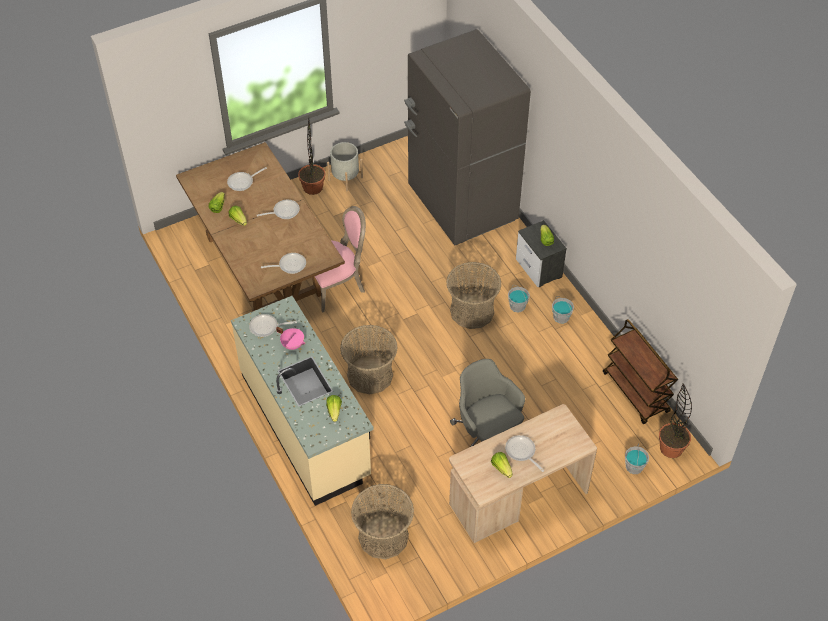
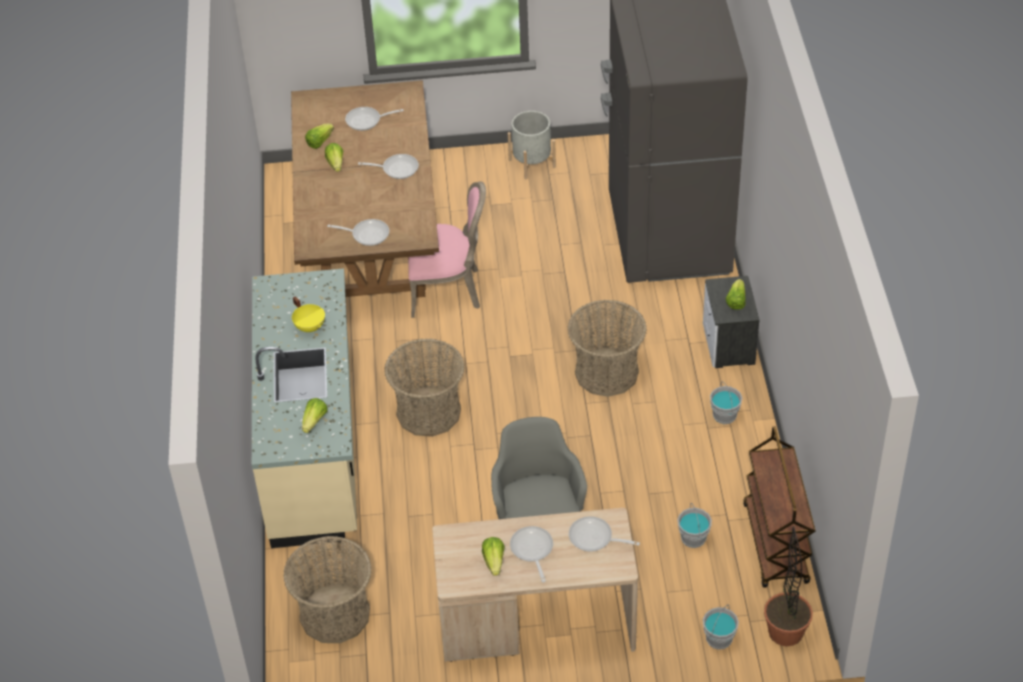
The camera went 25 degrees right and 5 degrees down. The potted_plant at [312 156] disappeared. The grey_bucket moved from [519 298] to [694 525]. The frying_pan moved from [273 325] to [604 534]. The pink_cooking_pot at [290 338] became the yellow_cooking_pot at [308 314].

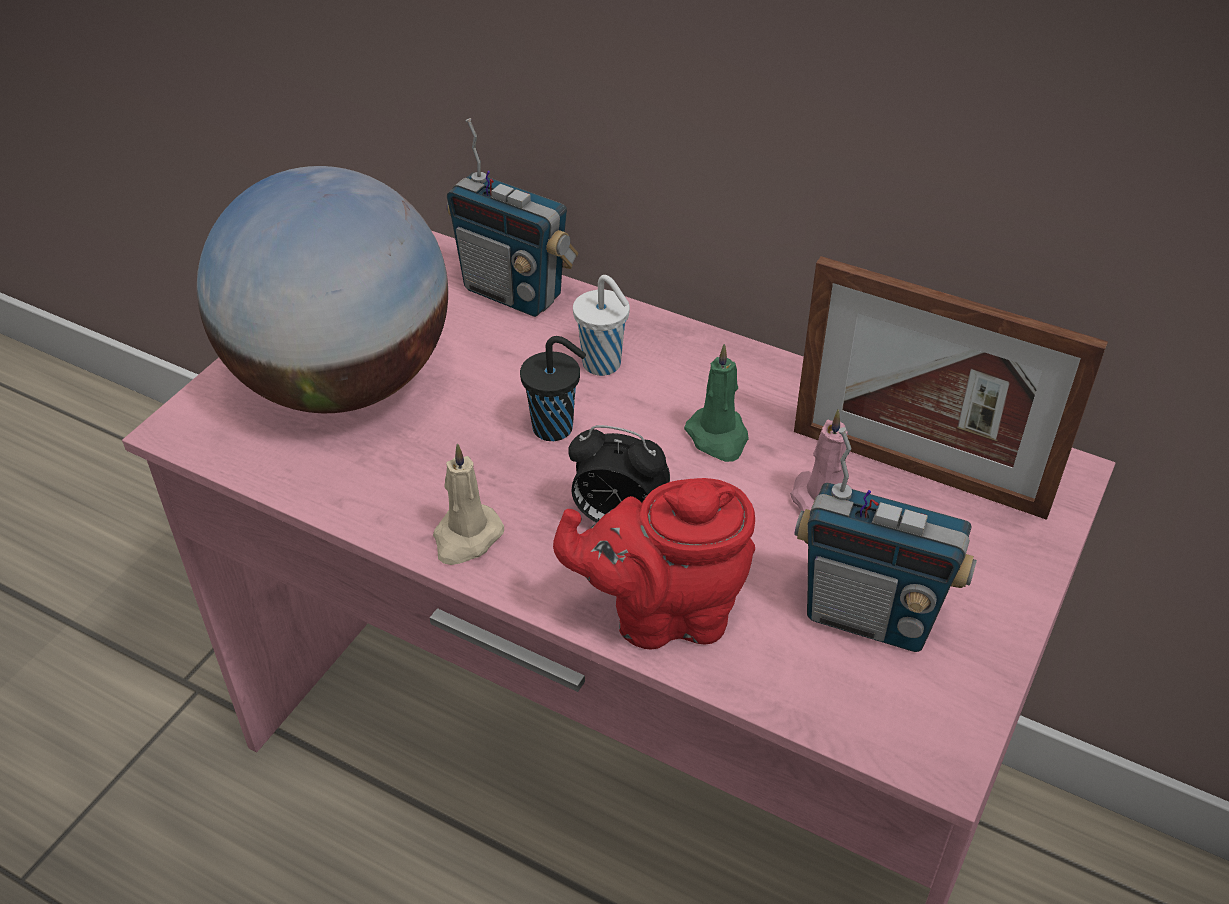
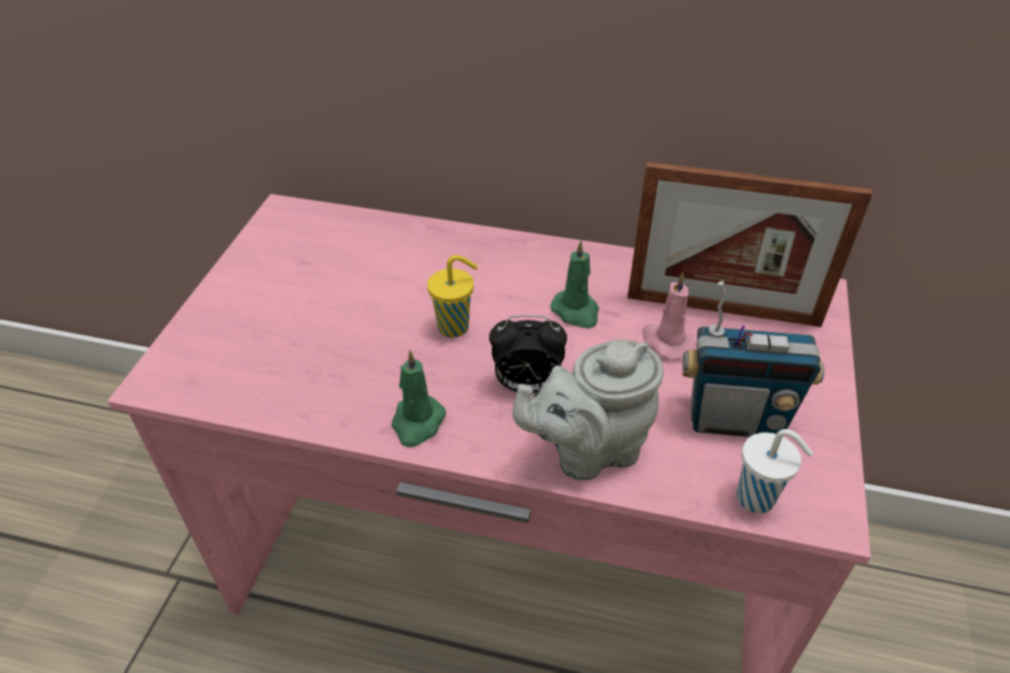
The camera went 15 degrees left and 0 degrees up. The radio at [512 217] disappeared. The globe at [322 289] disappeared. The white_cup moved from [601 325] to [775 471]. The black_cup at [553 388] became the yellow_cup at [452 296]. The beige_candle at [468 504] became the green_candle at [419 399]. The red_teapot at [654 564] became the grey_teapot at [588 410].

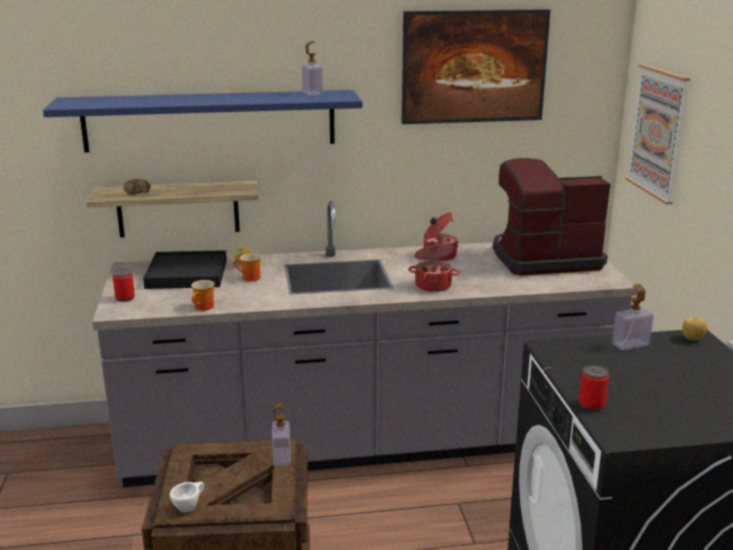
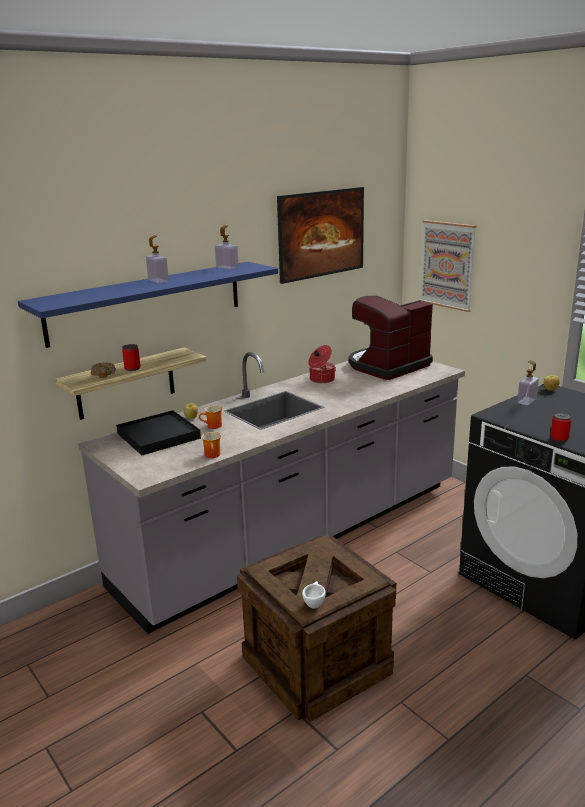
The camera went 30 degrees left and 0 degrees up. The cooking_pot at [434 267] disappeared. The can moved from [124 285] to [131 357]. The soap_dispenser moved from [281 434] to [157 259].

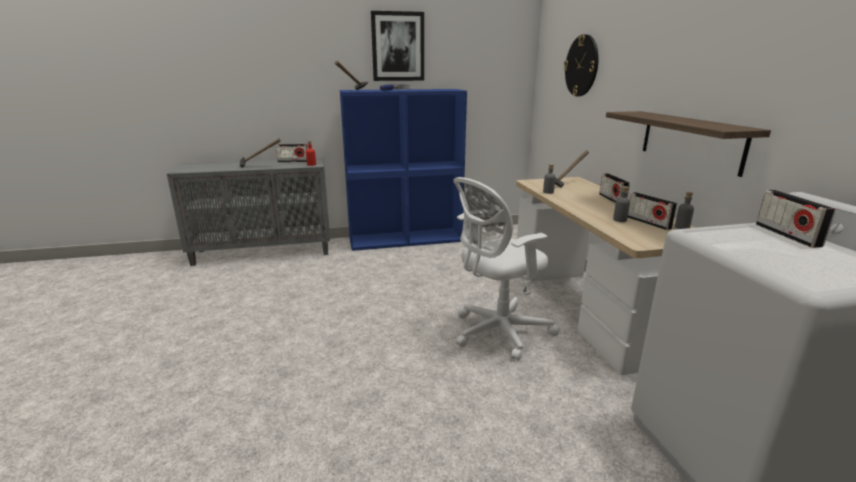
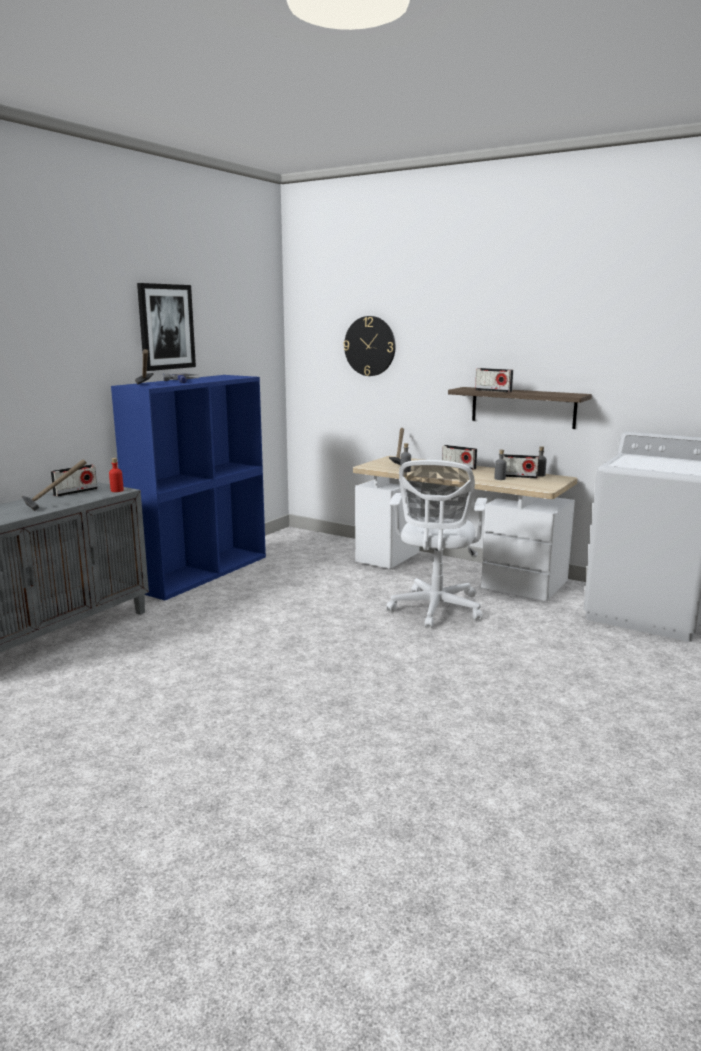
The camera went 45 degrees left and 5 degrees down. The radio moved from [796 219] to [494 380].

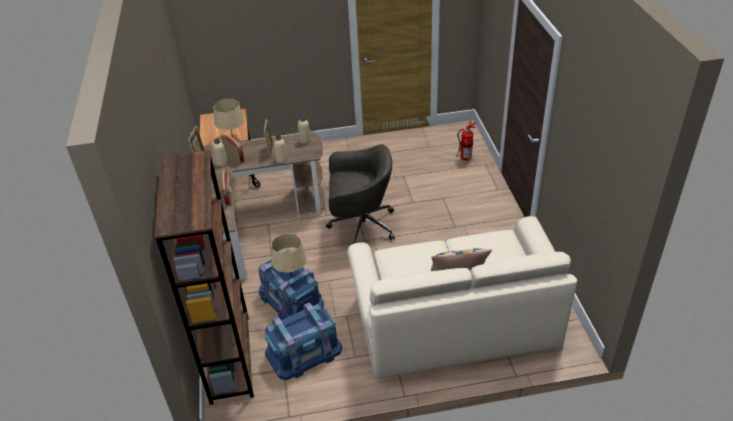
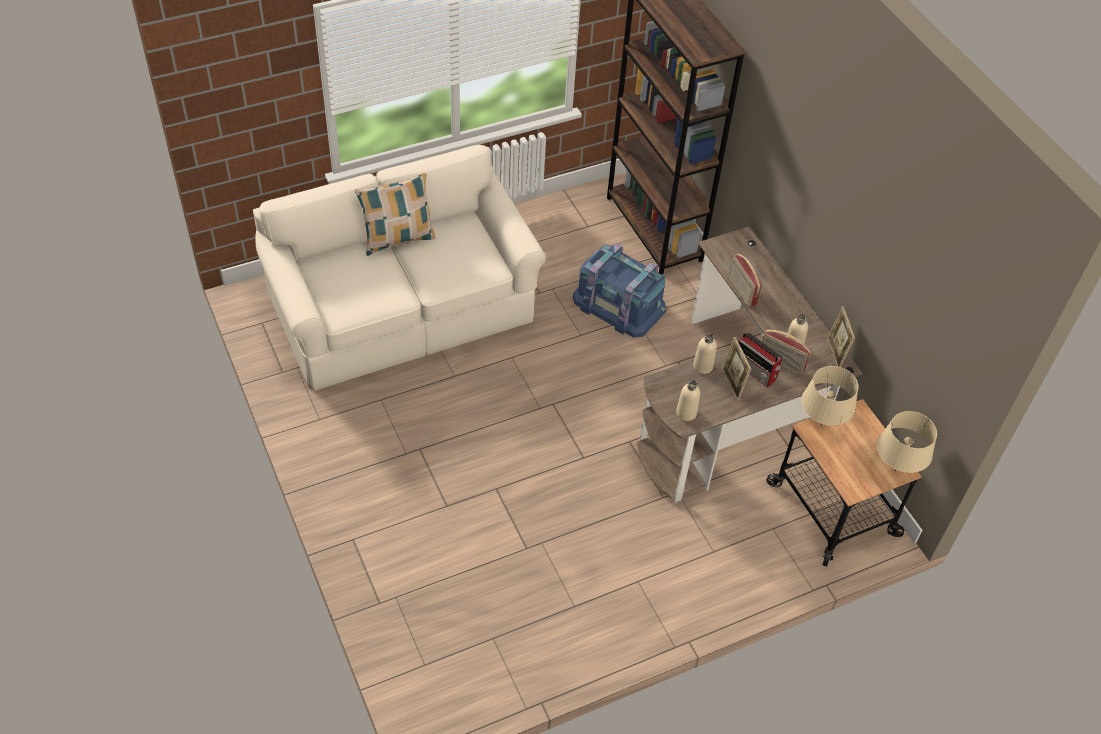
The camera went 160 degrees right and 10 degrees up. The fire_extinguisher at [466 141] disappeared. The grey_office_chair at [360 194] disappeared. The beige_table_lamp moved from [289 254] to [907 442]. The blue_storage_box at [303 341] disappeared. The radio at [760 360] appeared.

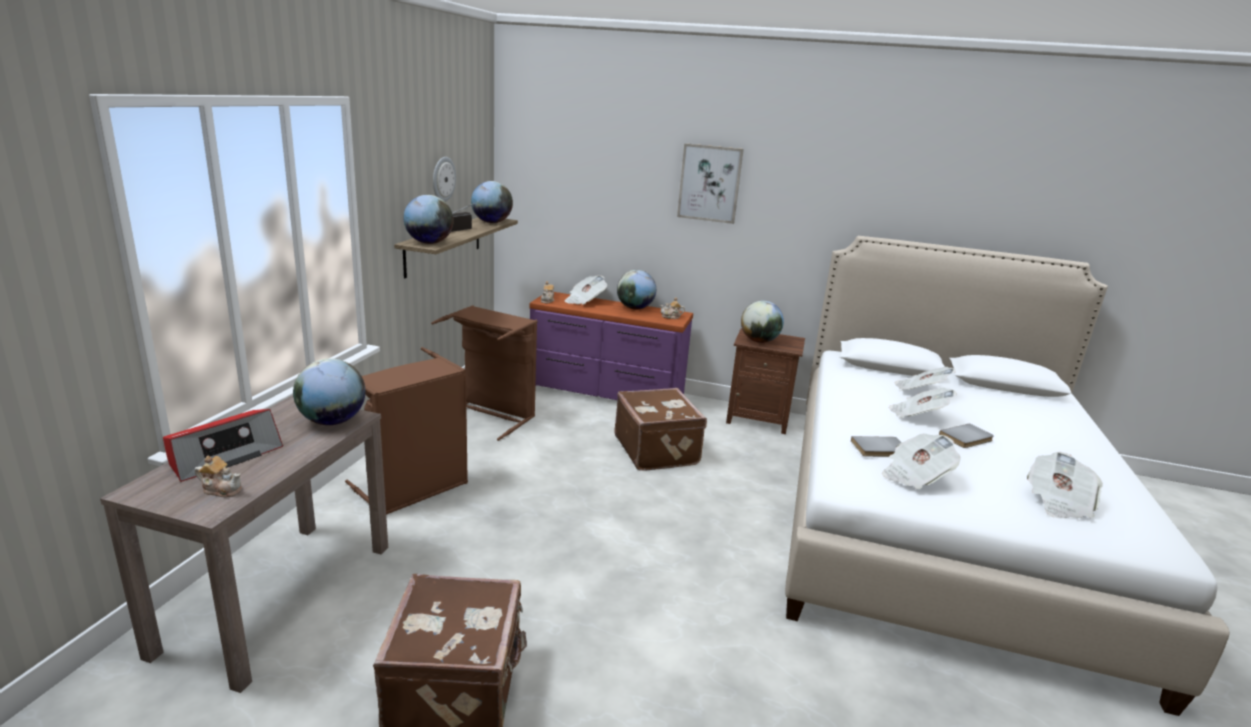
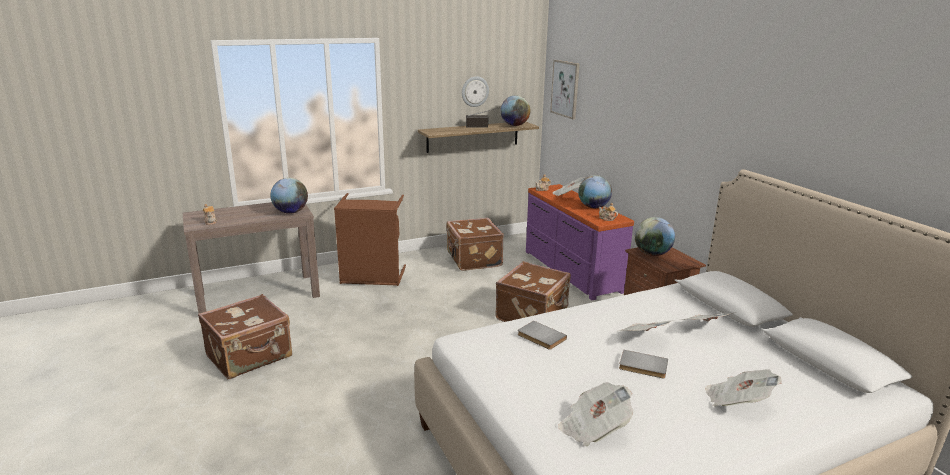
The camera went 50 degrees right and 0 degrees up. The picture moved from [710 183] to [565 90]. The globe at [429 219] disappeared. The brown_laundry_basket at [484 373] was replaced by the brown_suitcase at [475 244]. The radio at [223 445] disappeared. The newspaper moved from [921 461] to [743 388].

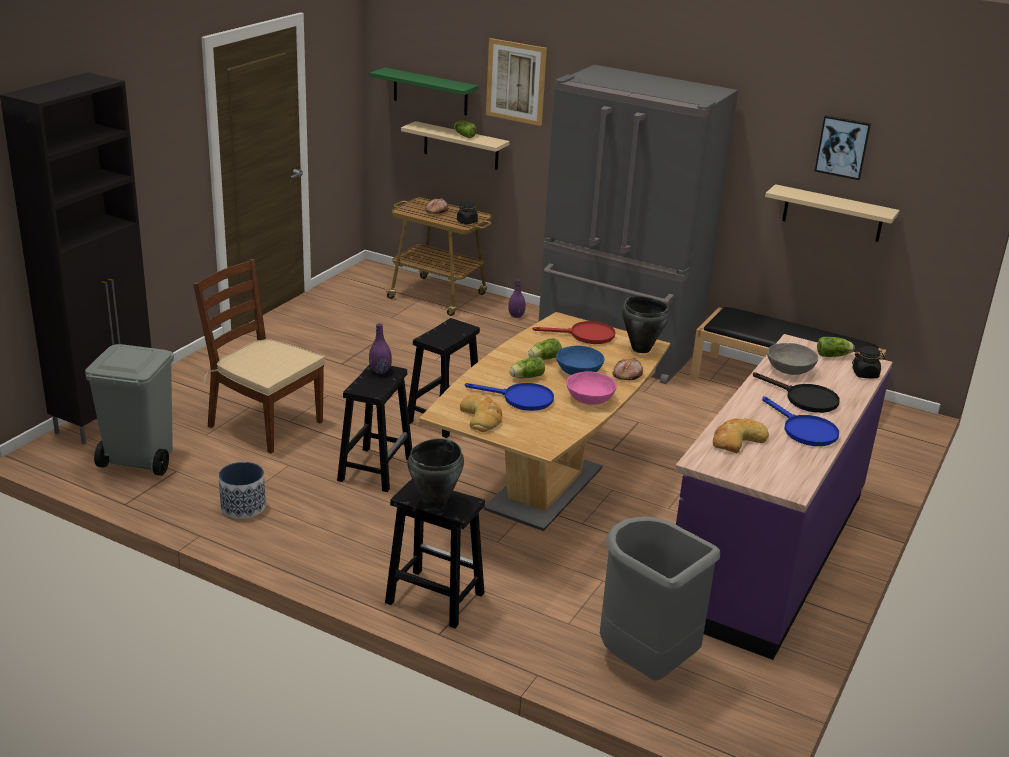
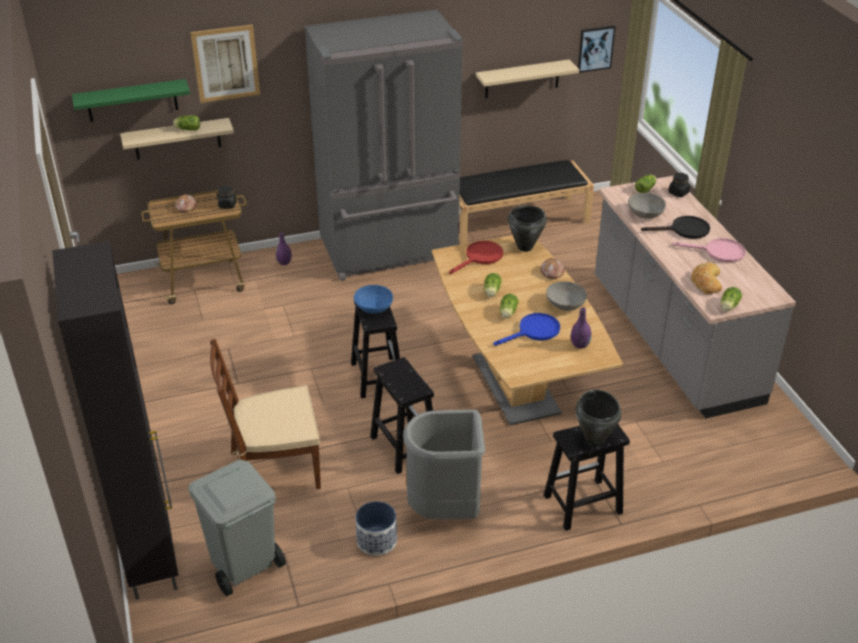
The camera went 45 degrees left and 10 degrees up. The picture moved from [843 147] to [596 49]. The purple_vase moved from [380 348] to [581 328]. The purple_counter at [783 497] became the grey_counter at [695 297]. The blue_bowl moved from [580 360] to [373 299]. The pink_bowl at [592 388] became the grey_bowl at [566 296]. The bread at [481 413] disappeared. The blue_frying_pan at [800 421] became the pink_frying_pan at [709 250]. The grey_trash_can moved from [660 599] to [444 464]. The lettuce at [731 299] appeared.

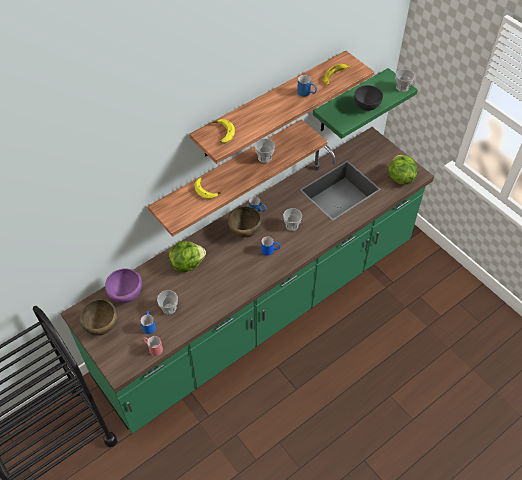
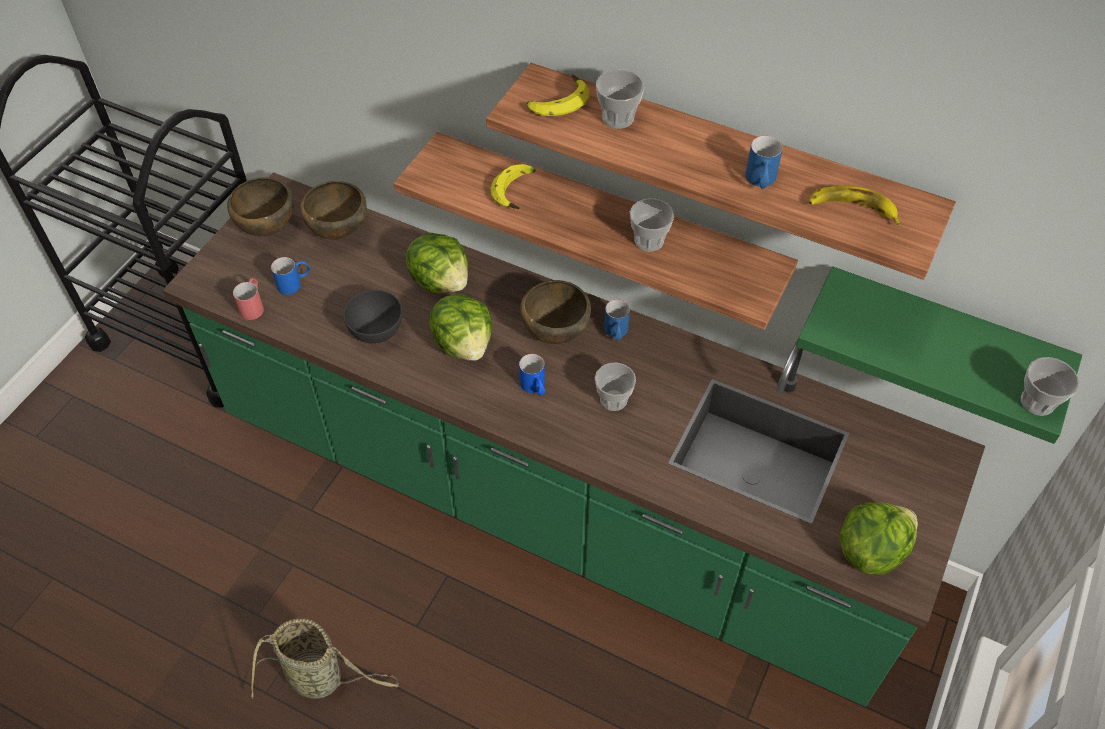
The camera went 65 degrees right and 0 degrees up. The grey_bowl moved from [368 98] to [372 317]. The purple_bowl at [123 285] became the brown_bowl at [333 210]. The cup moved from [167 302] to [620 99]. The lettuce at [460 327] appeared. The basket at [325 658] appeared.

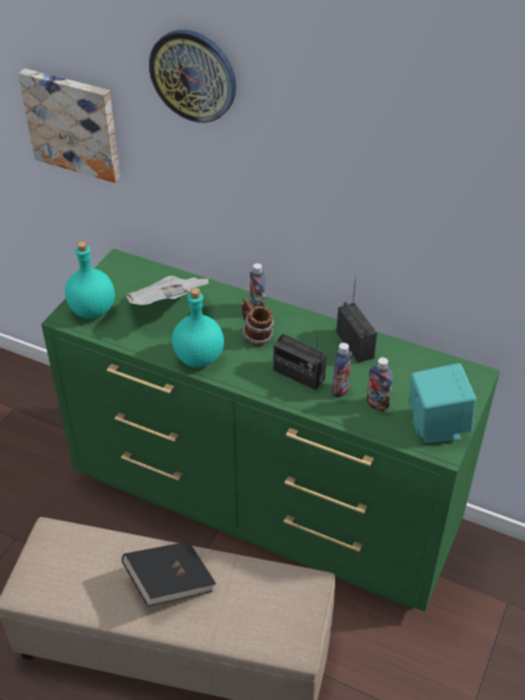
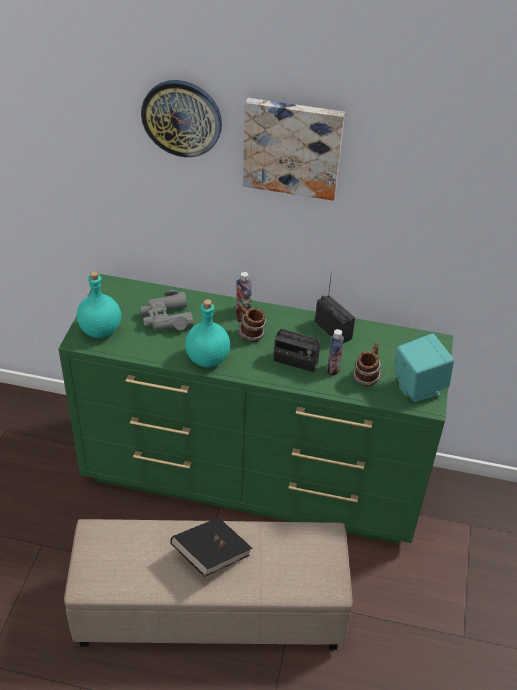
The camera went 15 degrees left and 0 degrees up. The picture moved from [69 126] to [294 149]. The newspaper at [168 290] was replaced by the grey_binoculars at [167 310]. The bottle at [380 384] was replaced by the mug at [367 364].

